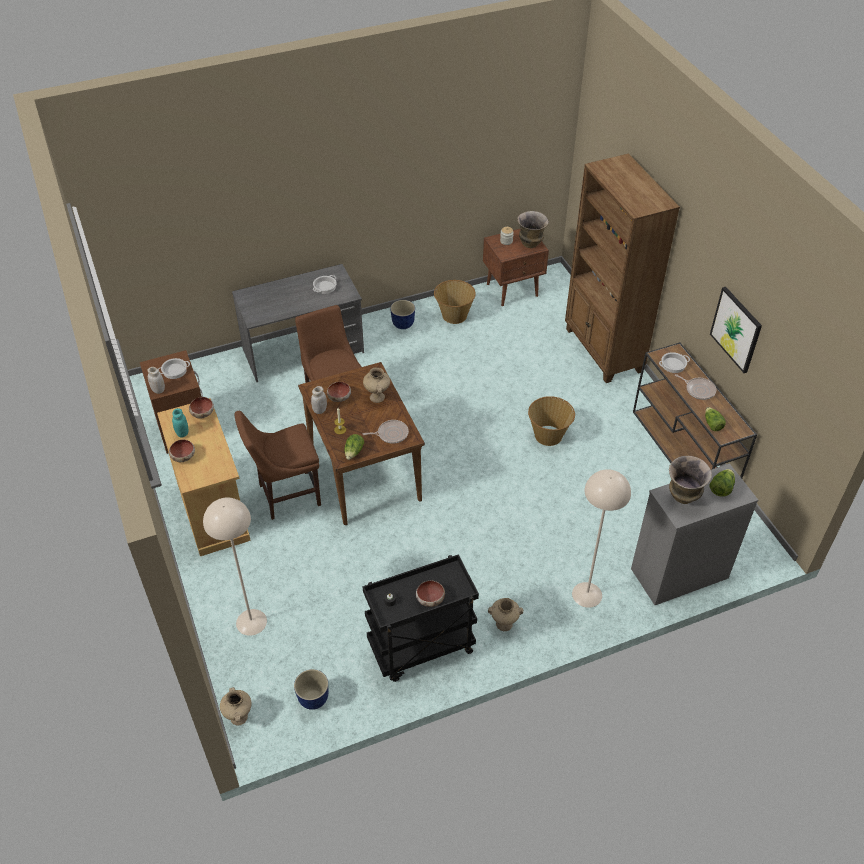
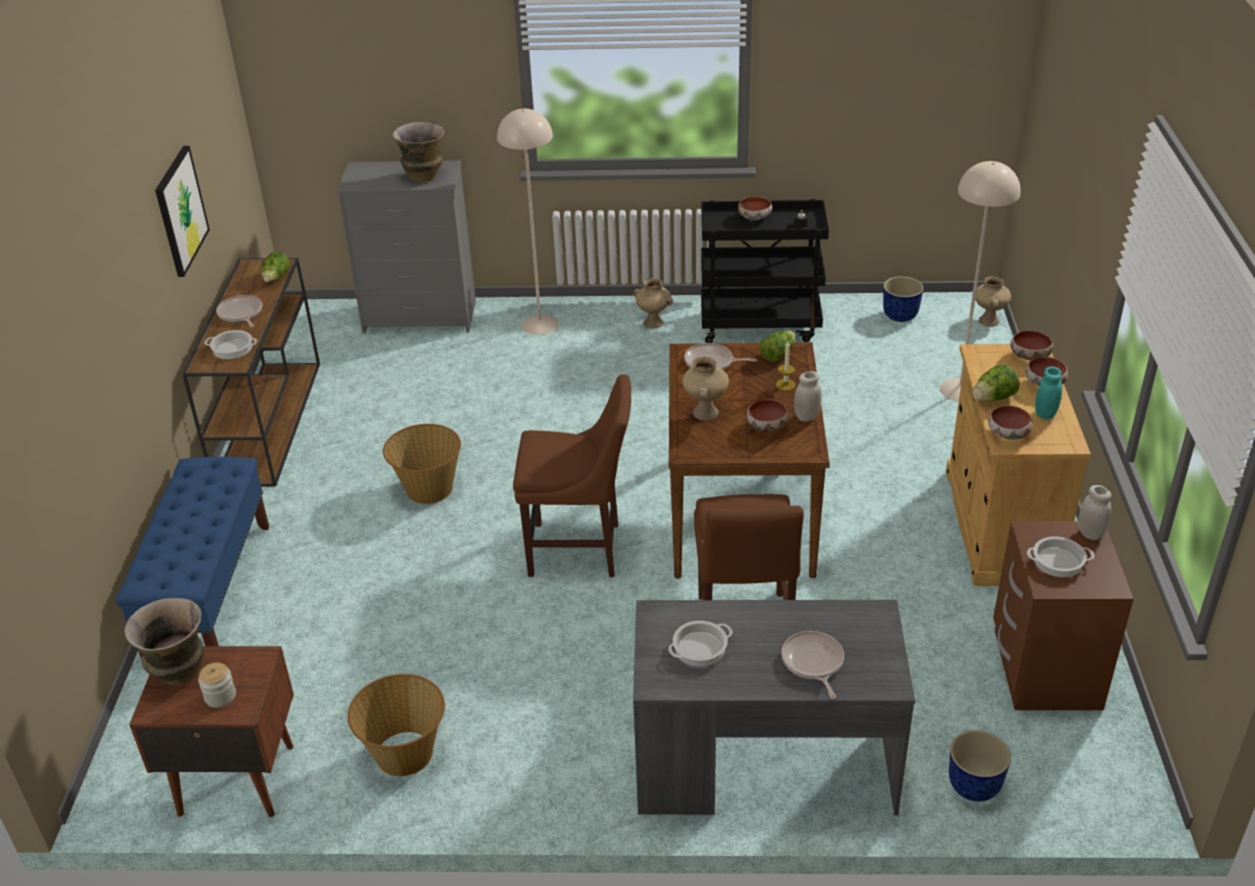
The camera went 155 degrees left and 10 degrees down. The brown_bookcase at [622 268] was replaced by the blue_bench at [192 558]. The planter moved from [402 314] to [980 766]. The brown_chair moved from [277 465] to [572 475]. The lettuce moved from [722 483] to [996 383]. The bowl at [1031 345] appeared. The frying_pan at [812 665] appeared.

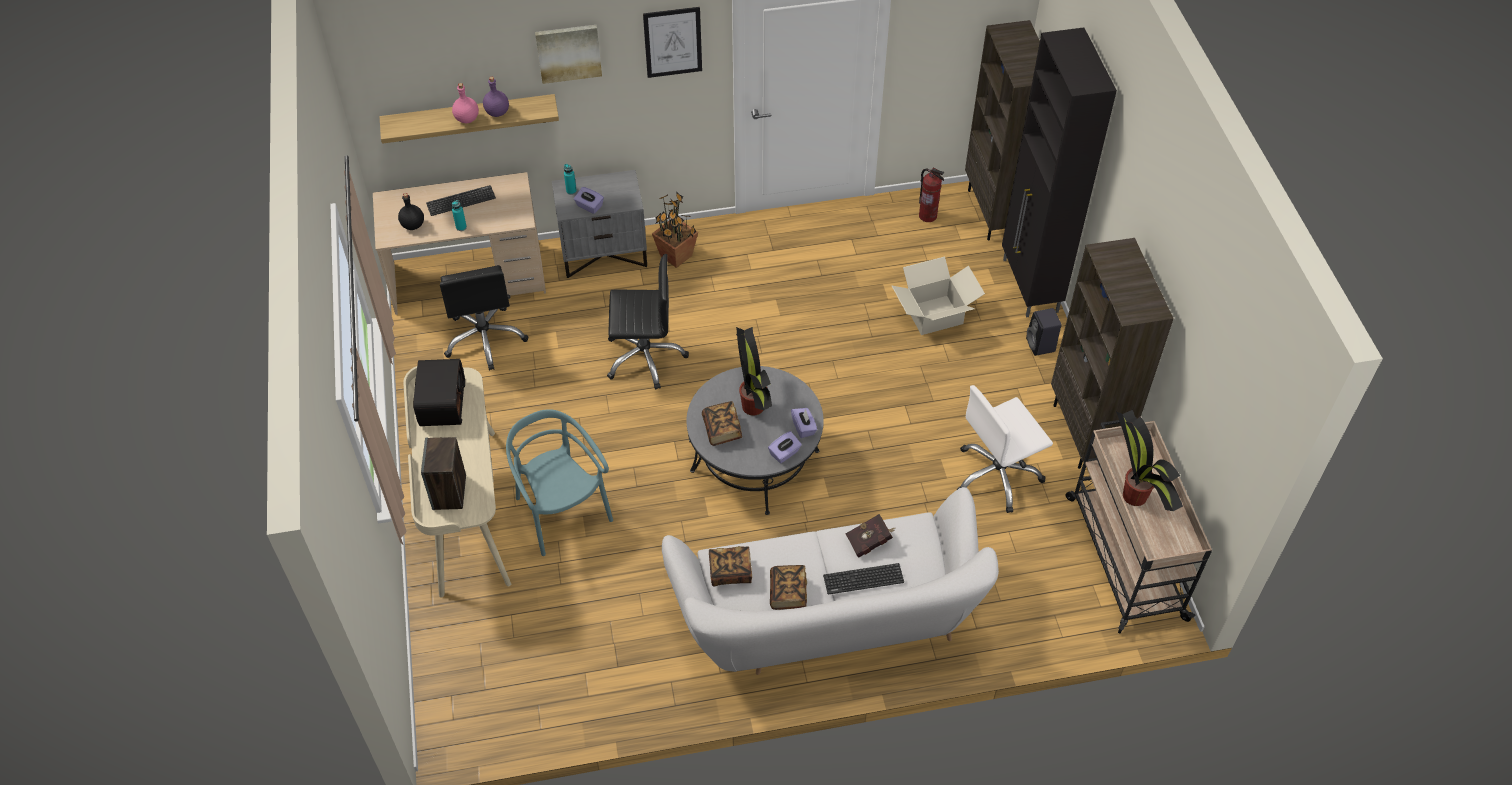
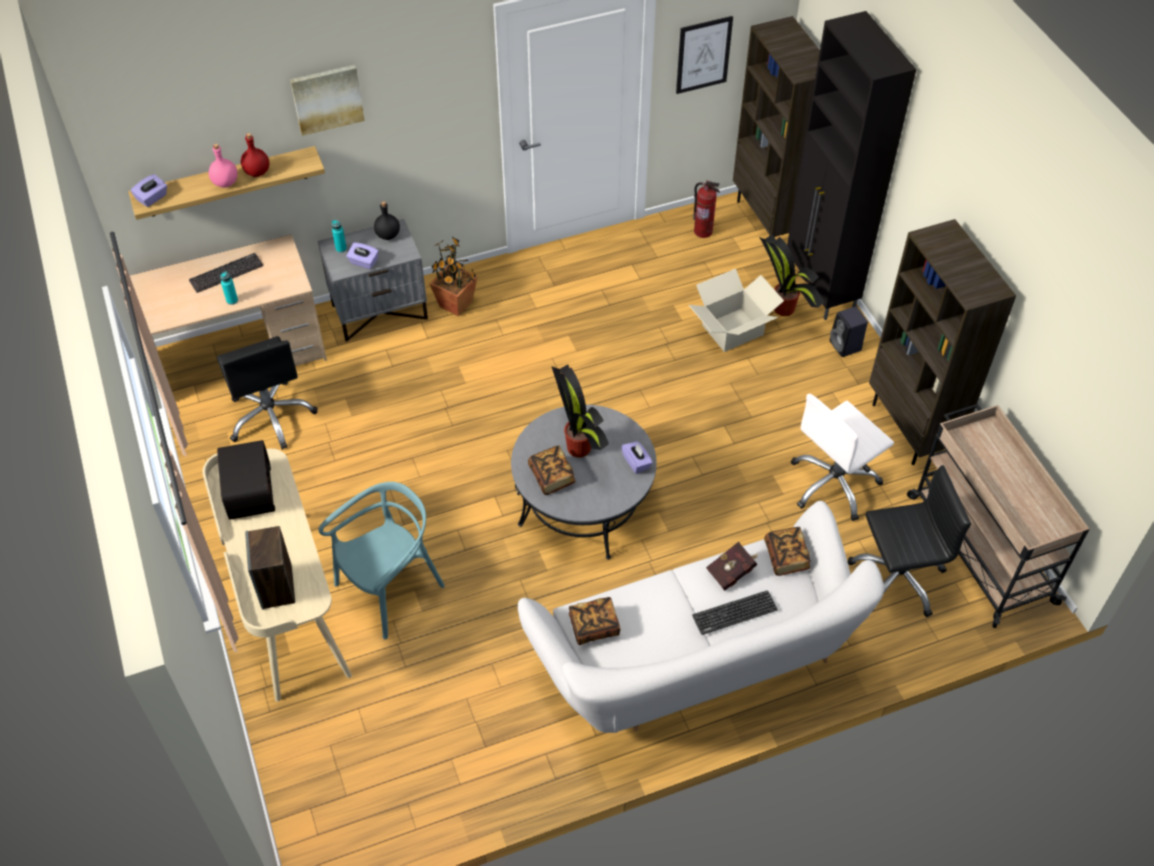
The camera went 10 degrees left and 0 degrees up. The picture moved from [672 42] to [704 55]. The purple_bottle at [496 97] became the red_bottle at [255 155]. The black_bottle moved from [411 211] to [387 220]. The black_office_chair moved from [648 322] to [909 541]. The turquoise_chair at [559 482] turned 90 degrees clockwise. The potted_plant moved from [1149 460] to [792 275]. The purple_tissue_box moved from [785 447] to [149 190]. The book moved from [788 587] to [787 551].

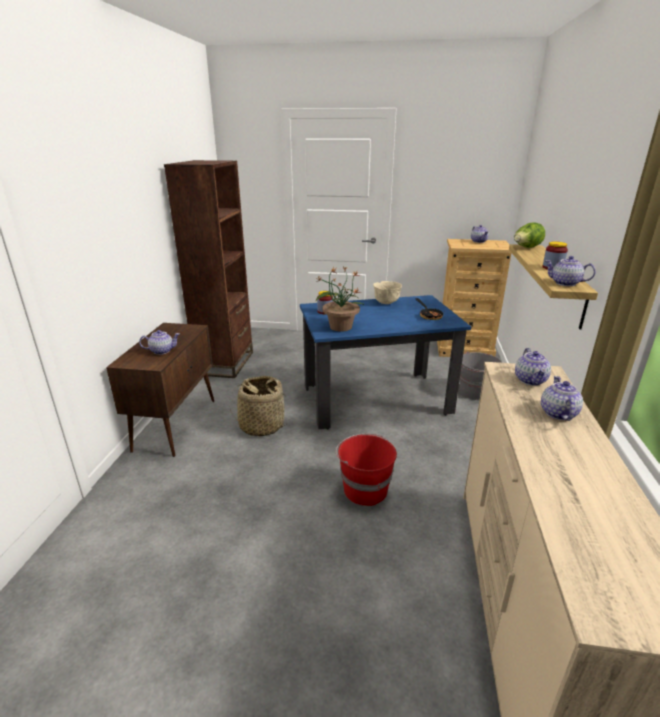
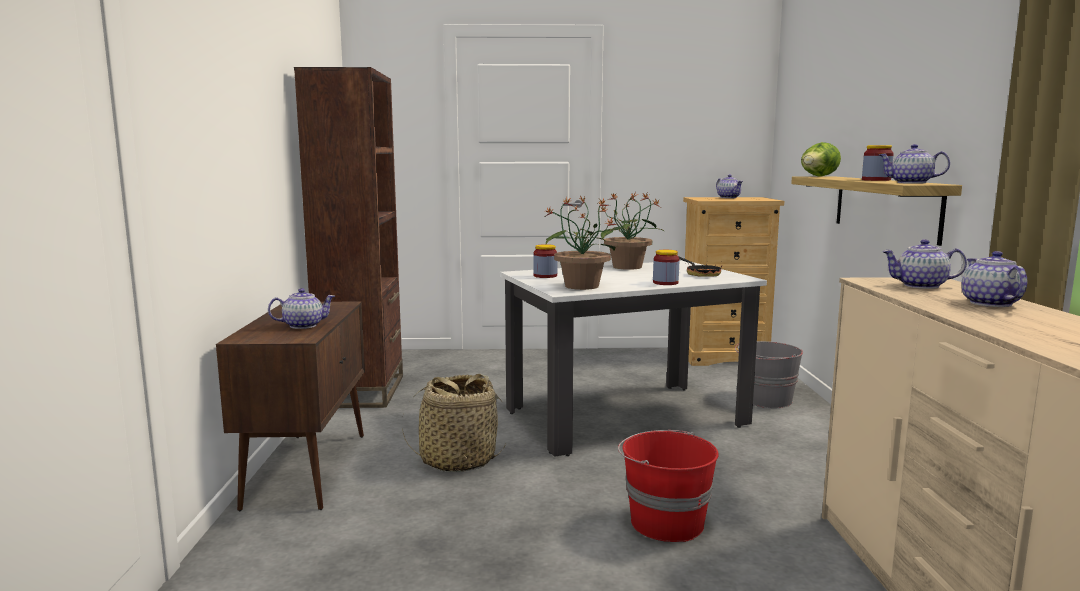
The camera went 10 degrees left and 15 degrees down. The beige_bowl at [387 292] was replaced by the potted_plant at [632 231]. The blue_dining_table at [385 362] became the white_dining_table at [633 359]. The teapot at [533 366] turned 105 degrees clockwise. The jar at [666 267] appeared.

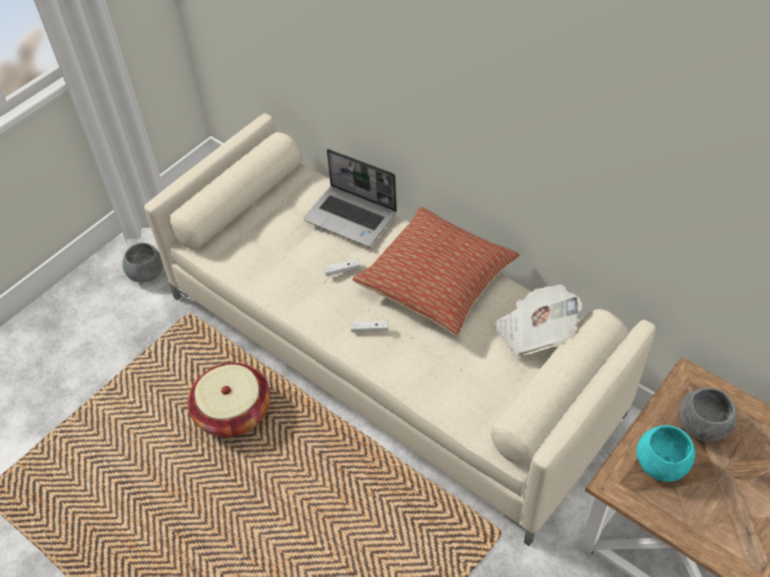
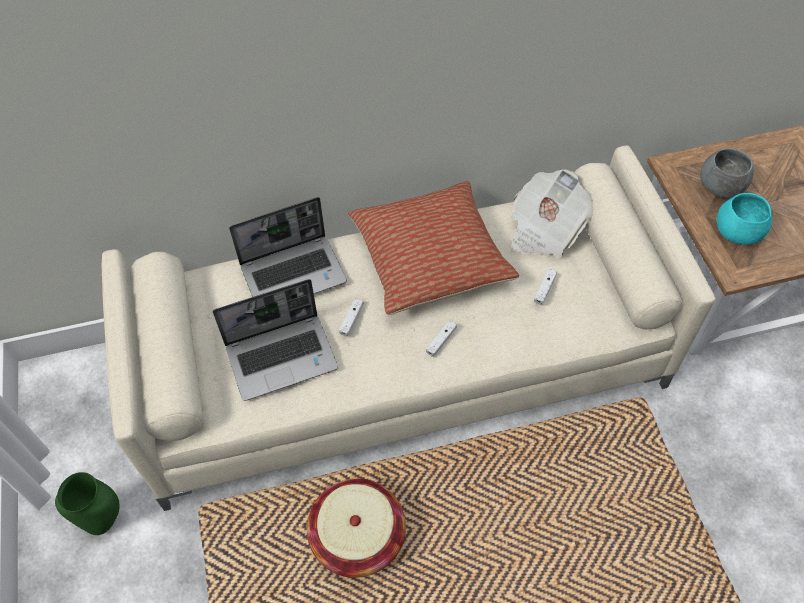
The camera went 55 degrees left and 5 degrees up. The grey_bowl at [142 262] was replaced by the green_vase at [87 503]. The white_game_controller at [545 287] appeared. The laptop at [275 340] appeared.

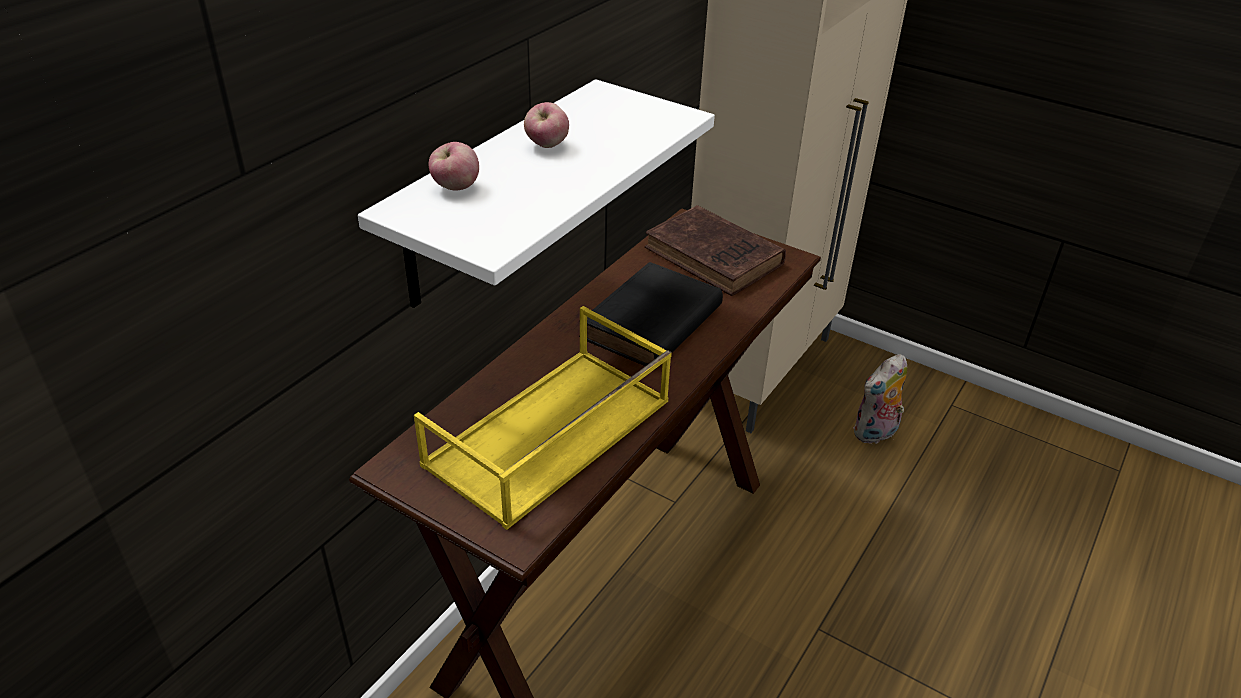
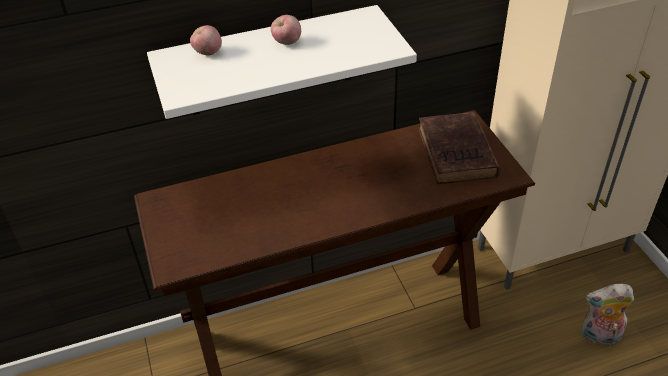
The camera went 40 degrees right and 5 degrees up. The black_book at [651 316] disappeared. The yellow_tray at [543 418] disappeared.

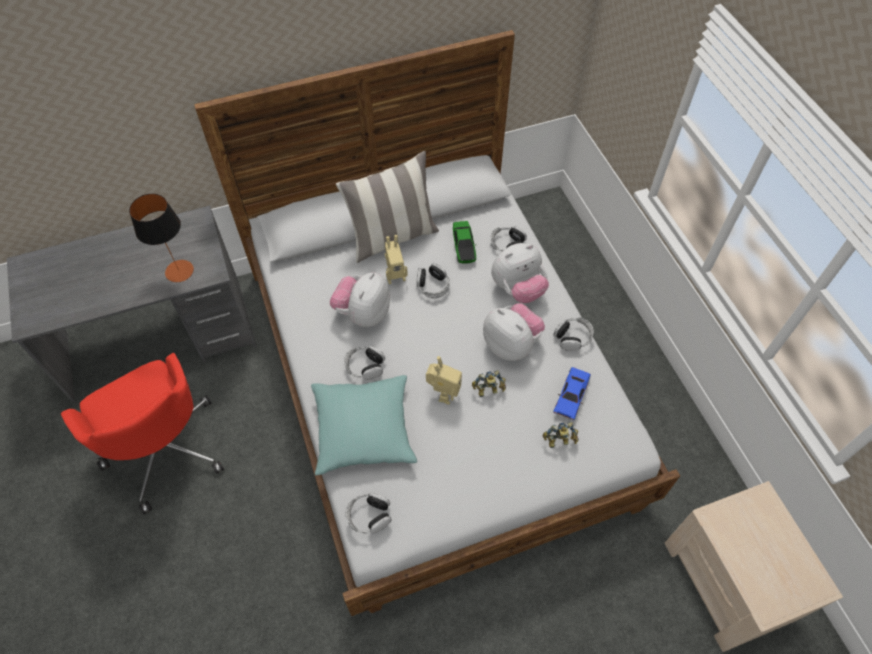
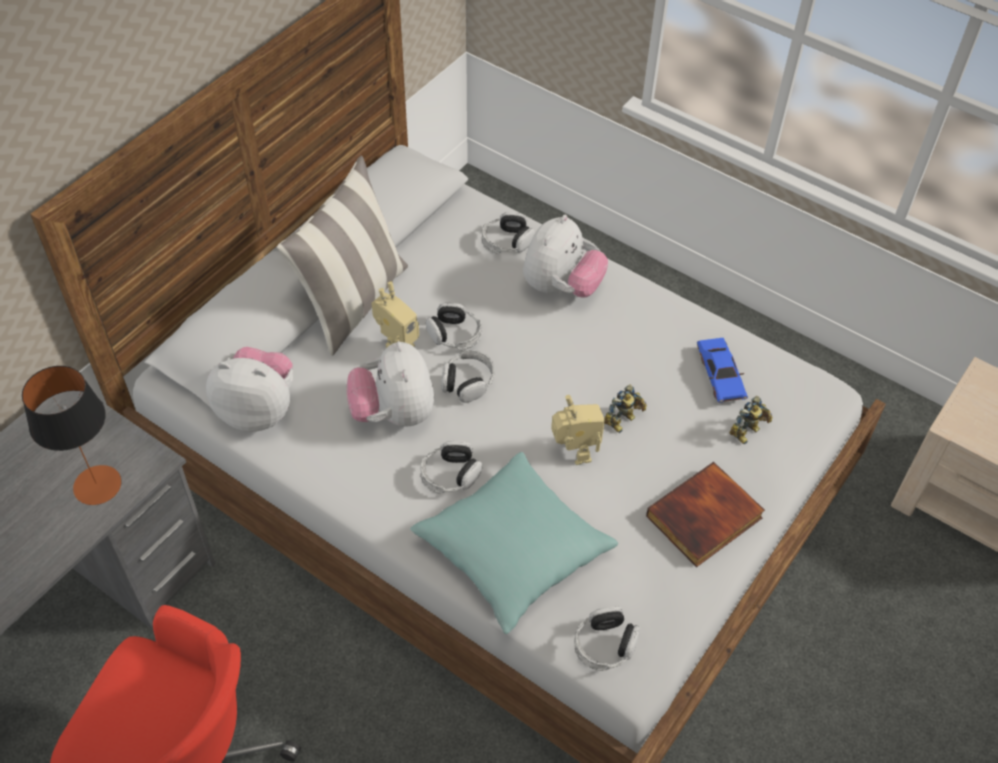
The camera went 35 degrees left and 5 degrees down. The toy_car at [465 242] disappeared. The plush_toy moved from [514 332] to [249 389]. The headphones moved from [573 334] to [467 376]. The book at [705 514] appeared.

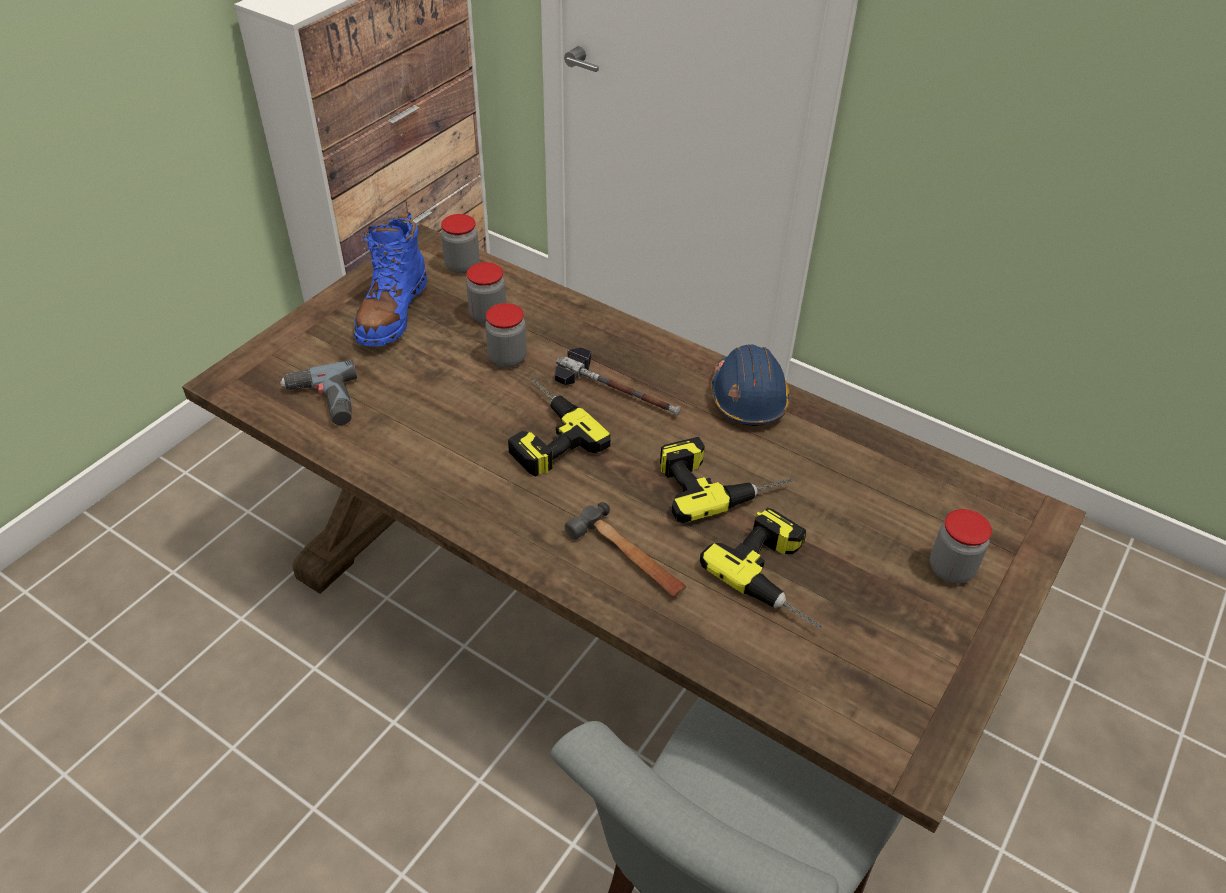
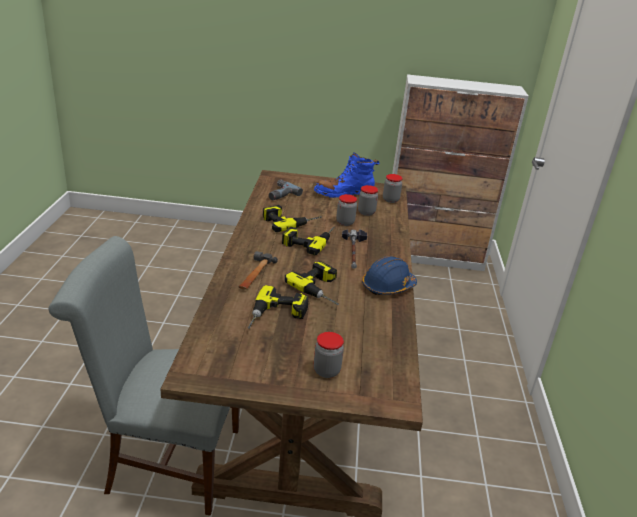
The camera went 60 degrees right and 15 degrees down. The power_drill at [292 219] appeared.

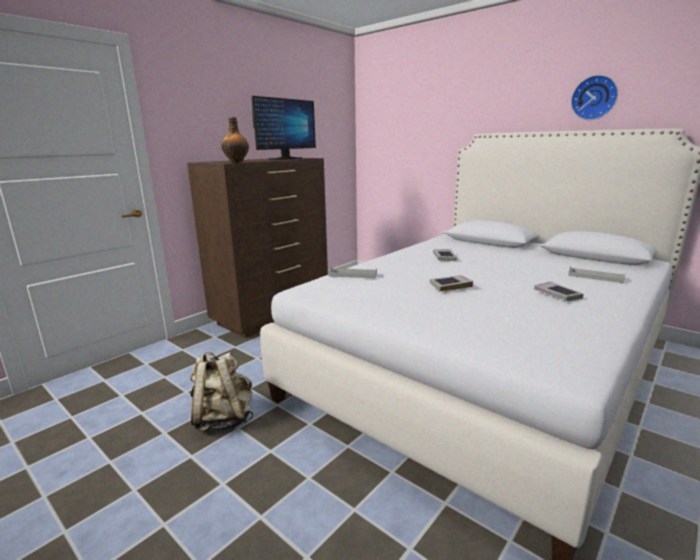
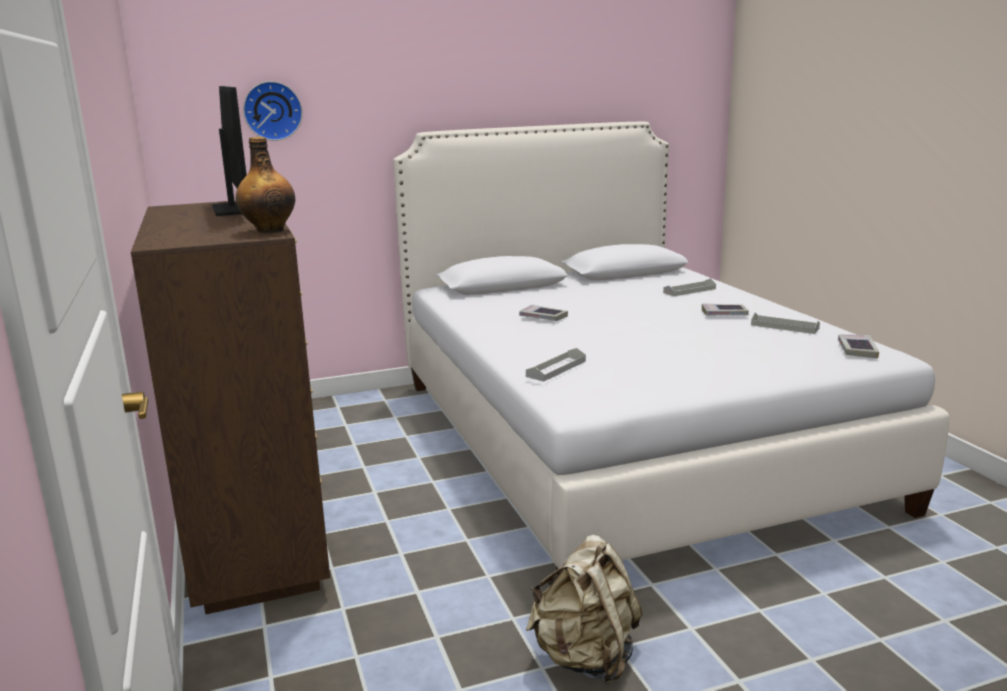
The camera went 60 degrees left and 0 degrees up. The wall_clock moved from [594 97] to [273 111]. The book moved from [451 283] to [858 346]. The grey_tray at [785 323] appeared.

